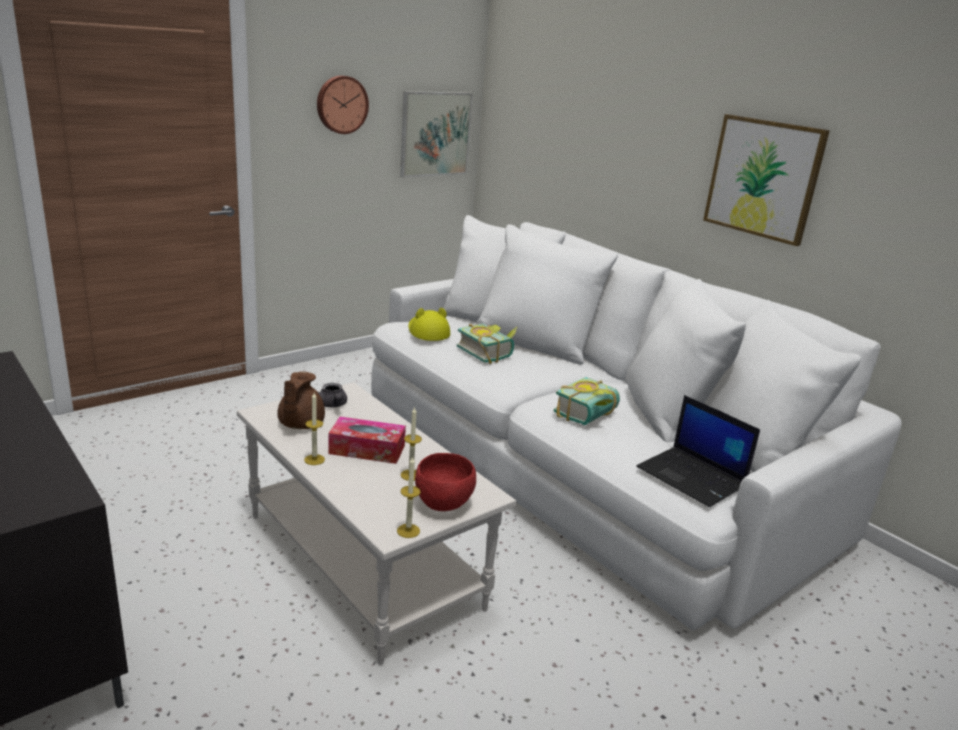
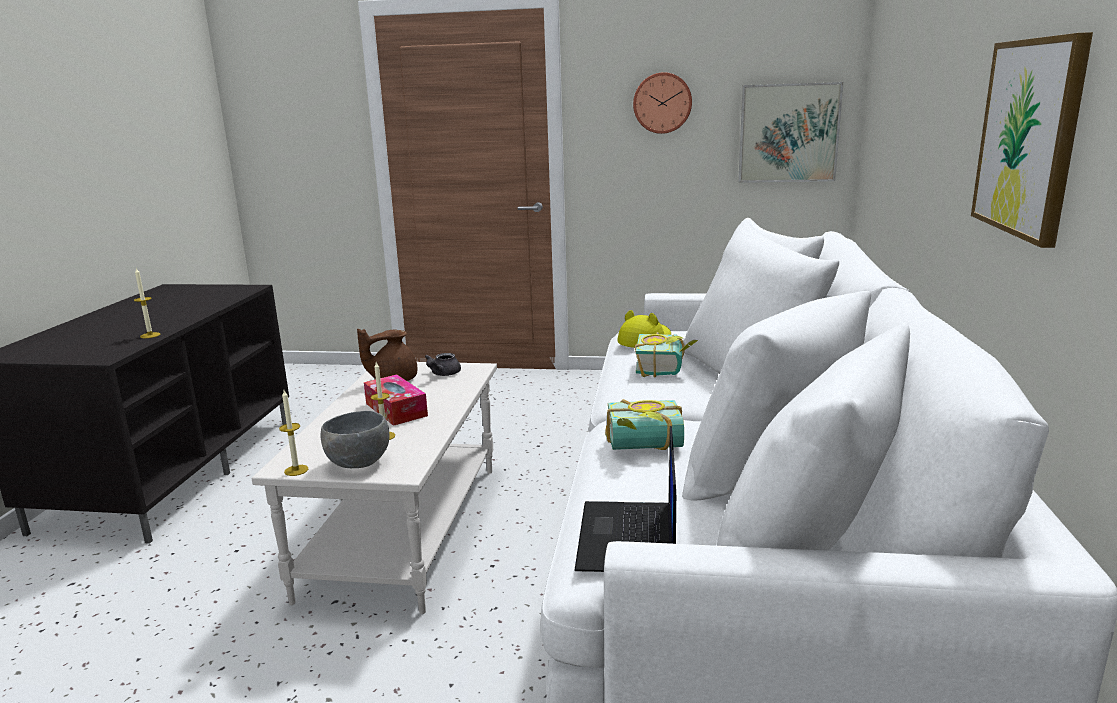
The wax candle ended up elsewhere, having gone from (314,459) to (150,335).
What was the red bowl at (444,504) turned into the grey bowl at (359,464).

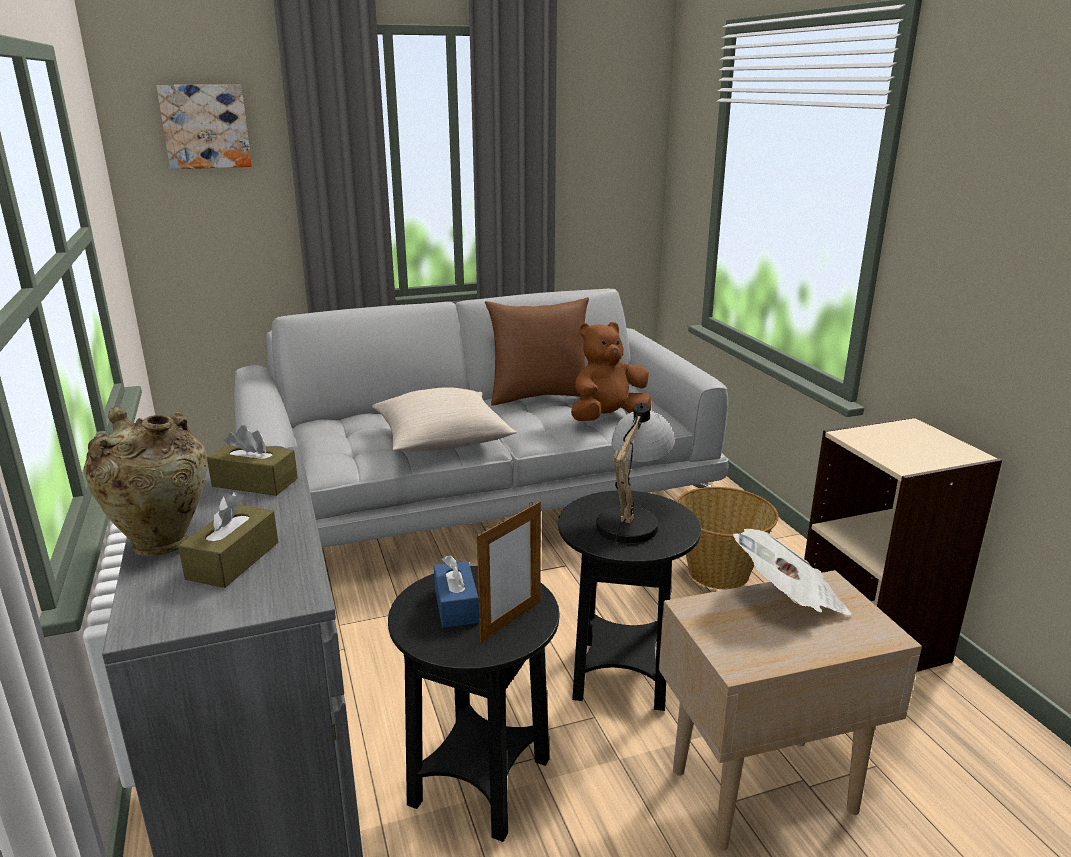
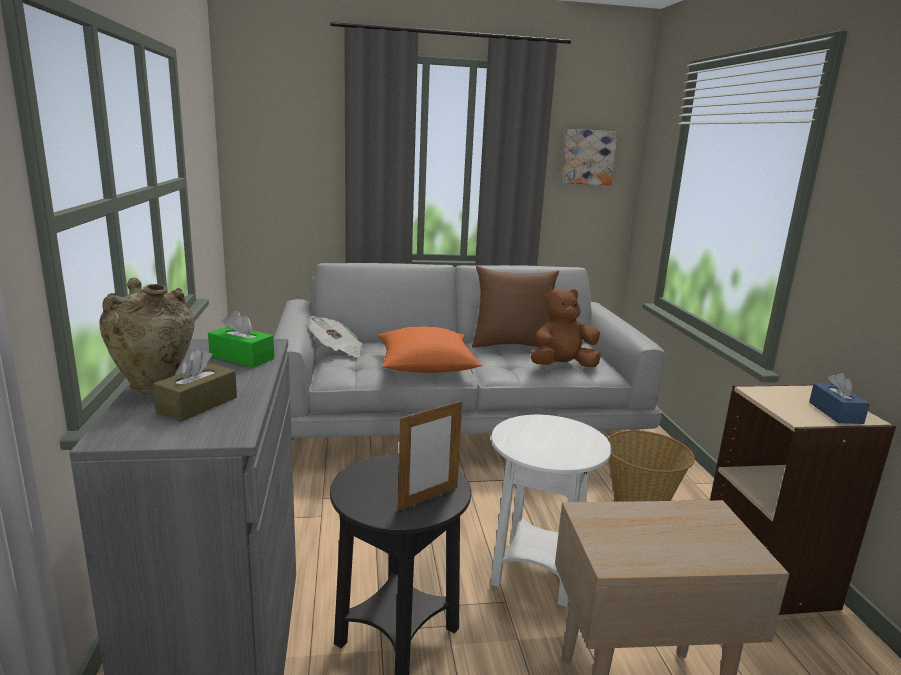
The picture ended up elsewhere, having gone from (205,126) to (587,157).
What was the beige throw pillow at (442,439) turned into the orangey throw pillow at (426,366).
The second view lost the lamp for a table at (631,519).
What was the brownish tissue holder at (255,482) turned into the green tissue holder at (242,357).
What was the blackish side table at (621,674) turned into the white side table at (536,571).
The printed paper ended up elsewhere, having gone from (788,598) to (337,350).
The blue tissue holder ended up elsewhere, having gone from (456,605) to (835,412).

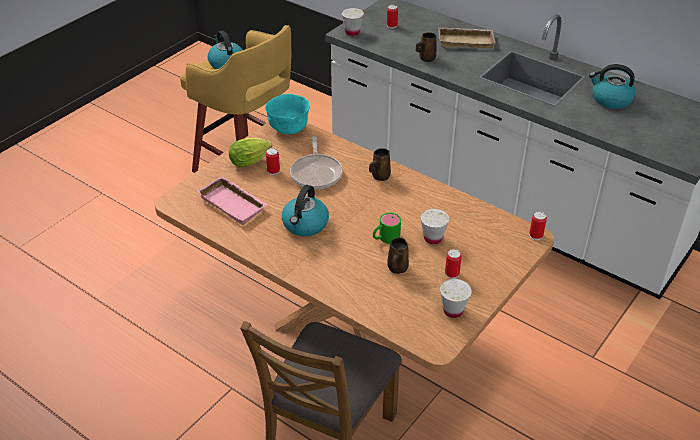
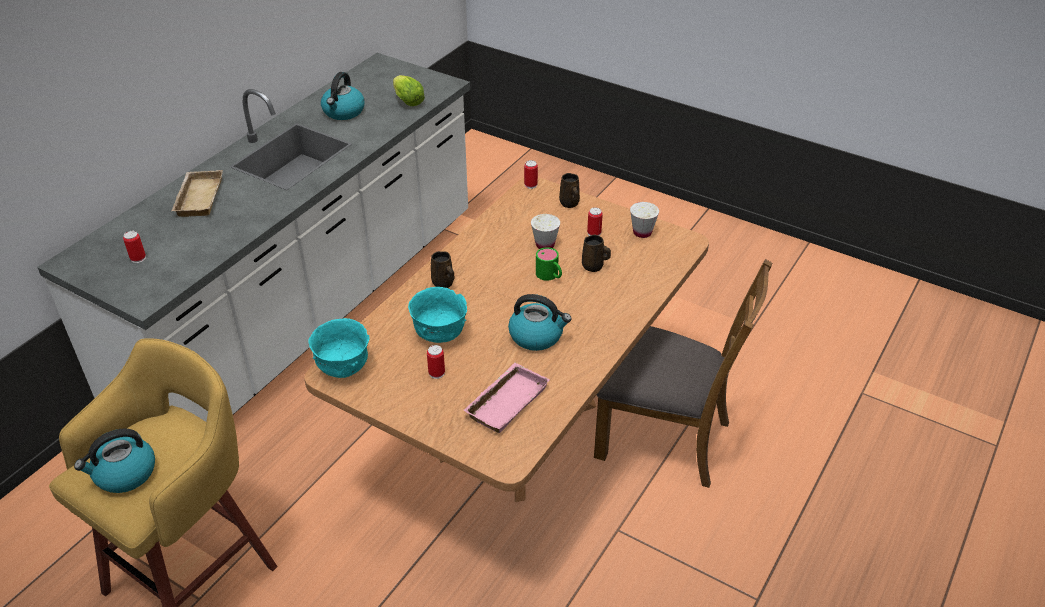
The second view lost the white cup at (352,32).
The brownish mug ended up elsewhere, having gone from (426,58) to (569,204).
Where the frying pan stood at (316,173), the turquoise bowl came to stand at (439,334).
The head of lettuce ended up elsewhere, having gone from (252,161) to (407,100).

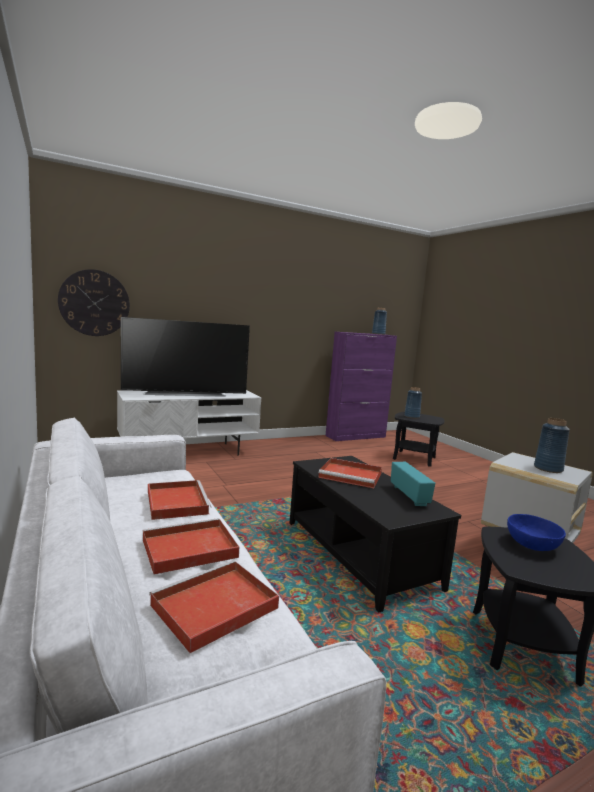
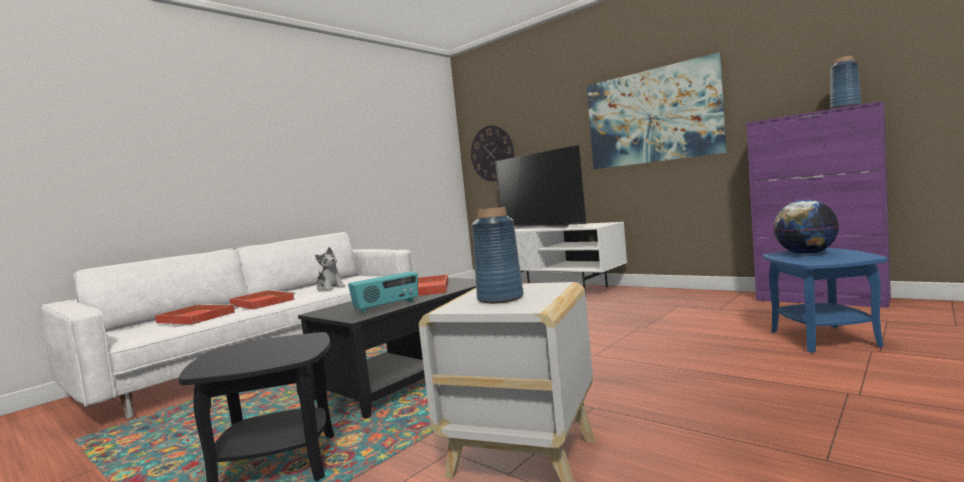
Where the blue decorative vase stood at (411,416), the globe came to stand at (806,254).
What was the blackish side table at (414,458) turned into the blue side table at (823,339).
Where the red serving tray stood at (176,502), the plush toy came to stand at (330,288).
The second view lost the blue bowl at (533,545).
The second view gained the picture at (651,116).

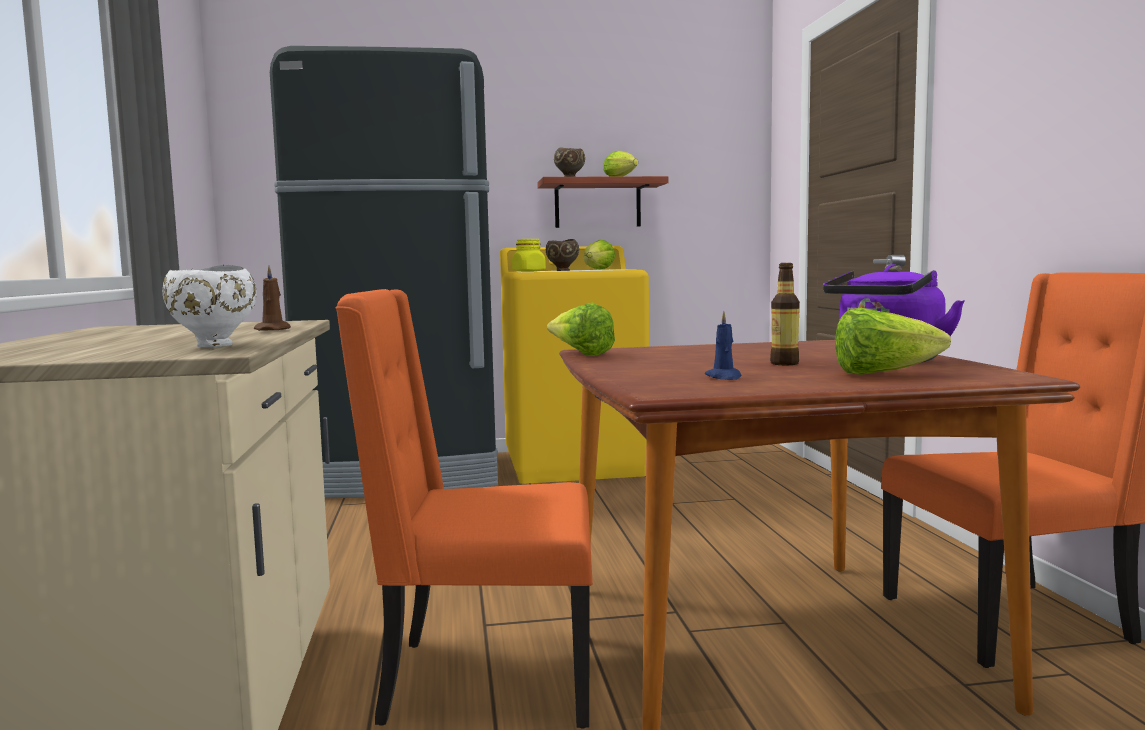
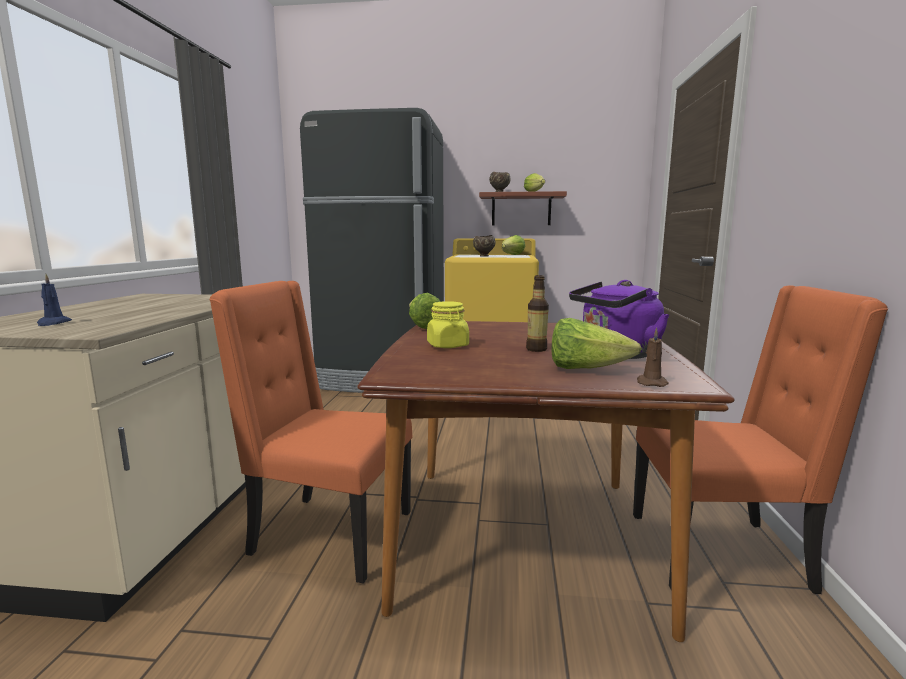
The yellow jar ended up elsewhere, having gone from (529,271) to (448,345).
The second view lost the white bowl at (214,346).
The brownish wax candle ended up elsewhere, having gone from (273,330) to (651,383).
The blue wax candle ended up elsewhere, having gone from (724,377) to (53,323).

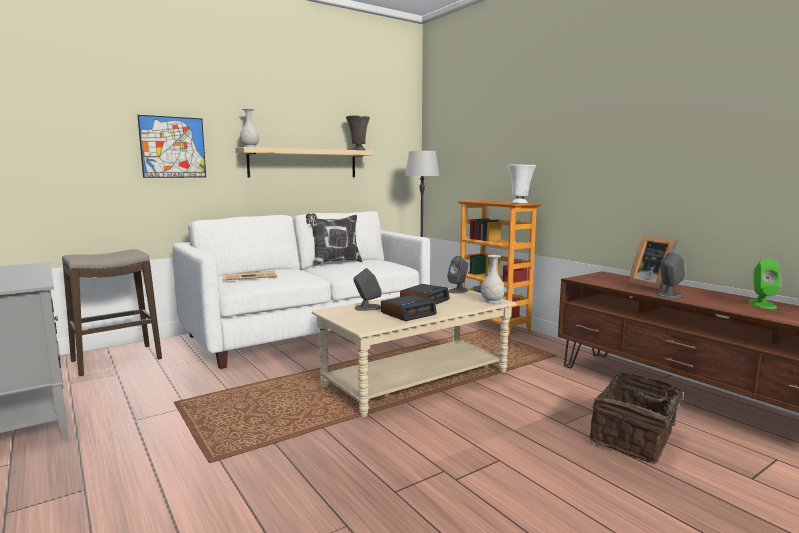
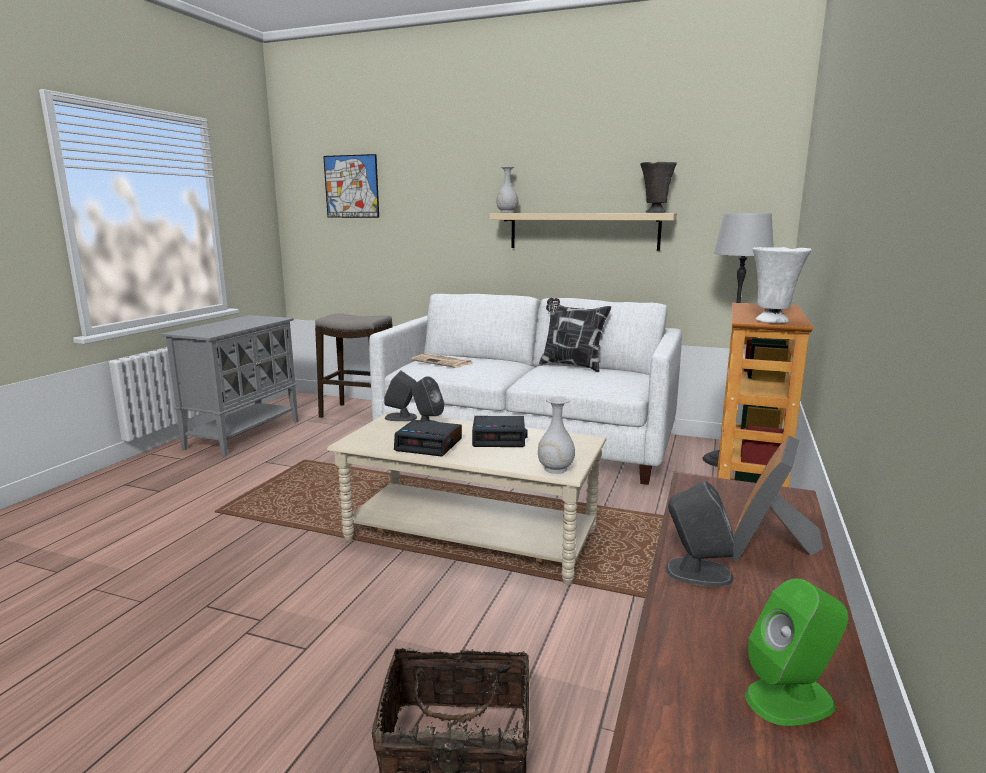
The picture ended up elsewhere, having gone from (173,147) to (351,186).
The grey loudspeaker ended up elsewhere, having gone from (458,290) to (401,417).

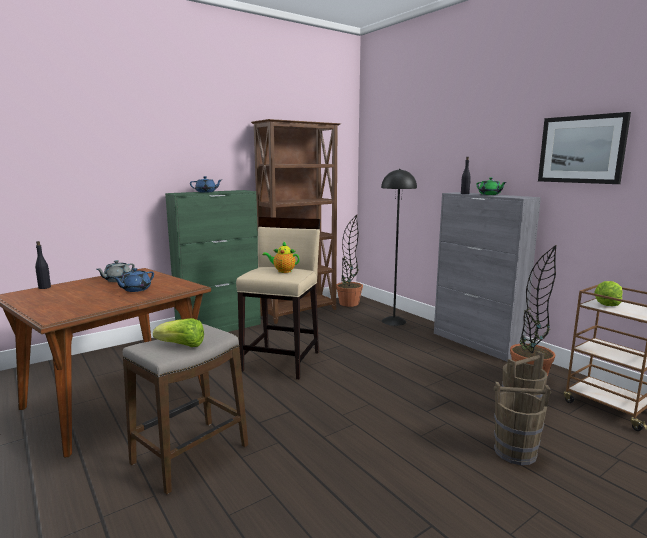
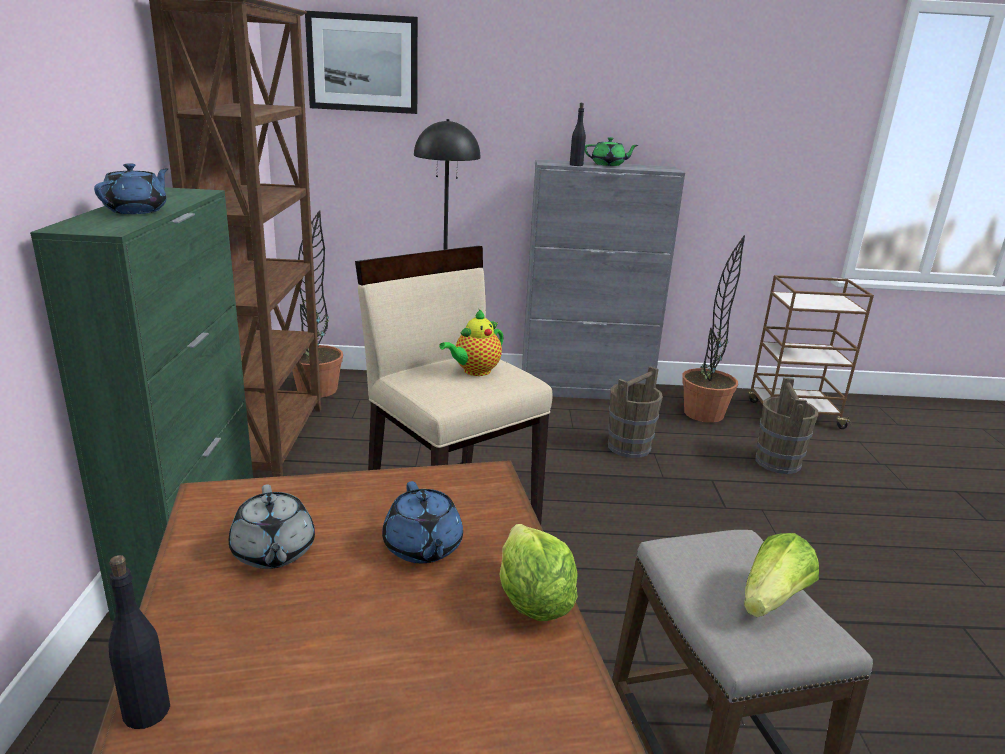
The picture ended up elsewhere, having gone from (581,149) to (363,63).
The head of lettuce ended up elsewhere, having gone from (607,305) to (532,601).
The brownish bucket ended up elsewhere, having gone from (515,452) to (629,447).

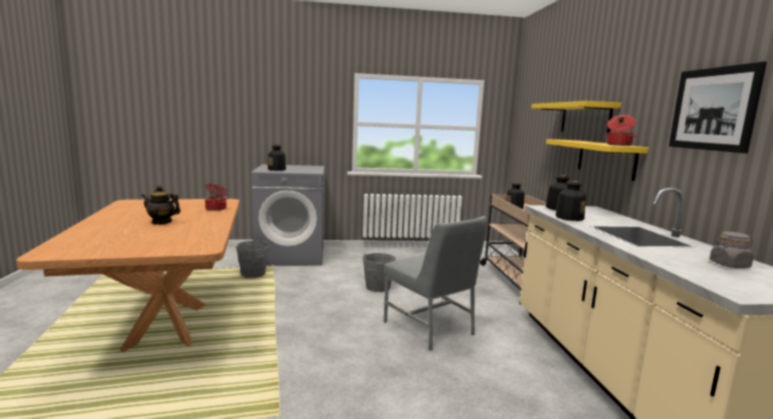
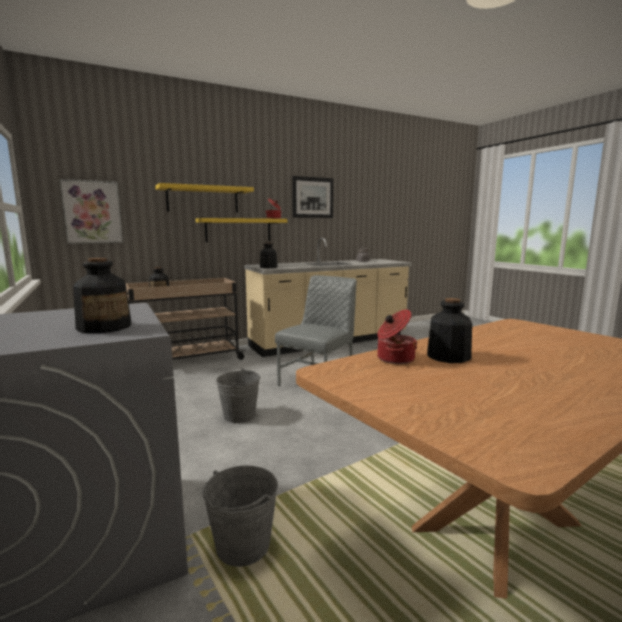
The beverage bottle ended up elsewhere, having gone from (569,218) to (448,357).
The second view lost the tea pot at (161,222).
The second view gained the picture at (92,212).

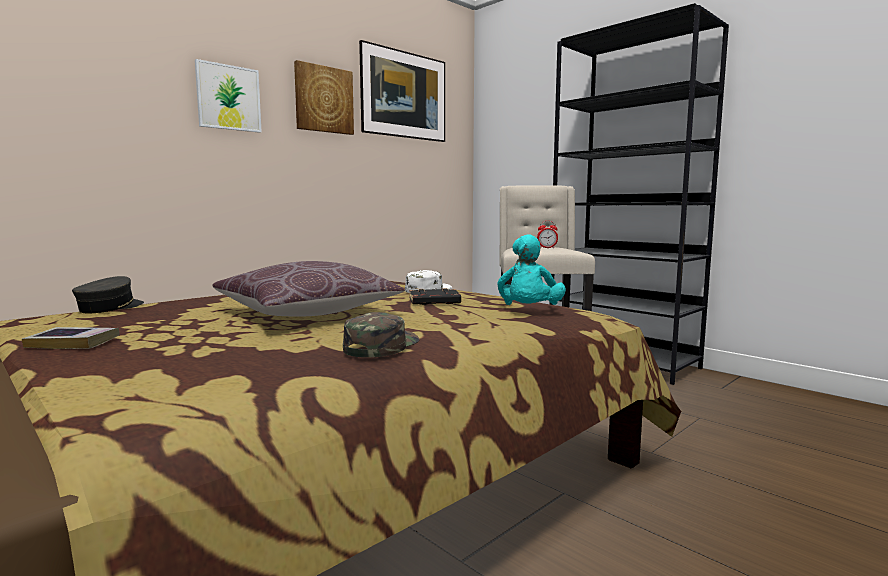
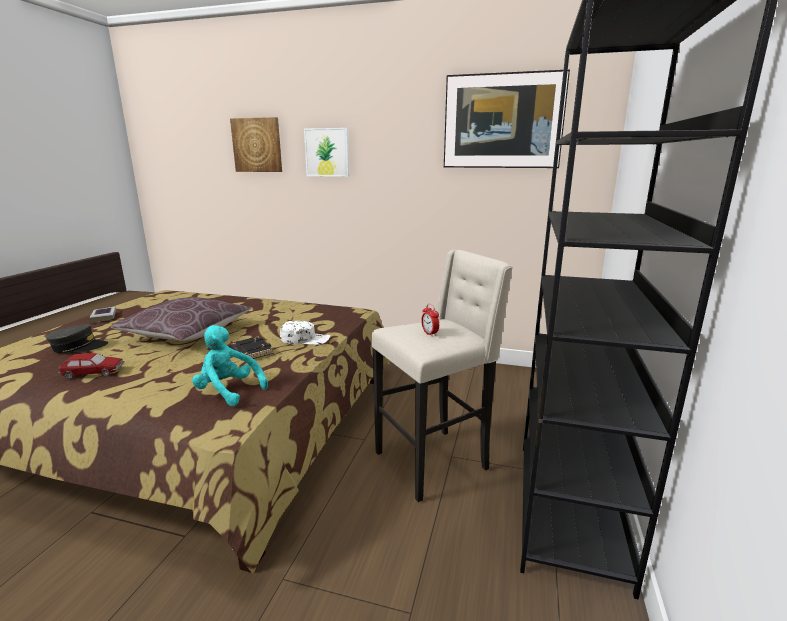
The picture ended up elsewhere, having gone from (323,99) to (257,145).
The turquoise plush toy at (529,312) ended up facing another way, 45 degrees clockwise from before.
The grey peaked cap ended up elsewhere, having gone from (110,308) to (78,347).
Where the green peaked cap stood at (381,346), the miniature car came to stand at (93,372).

